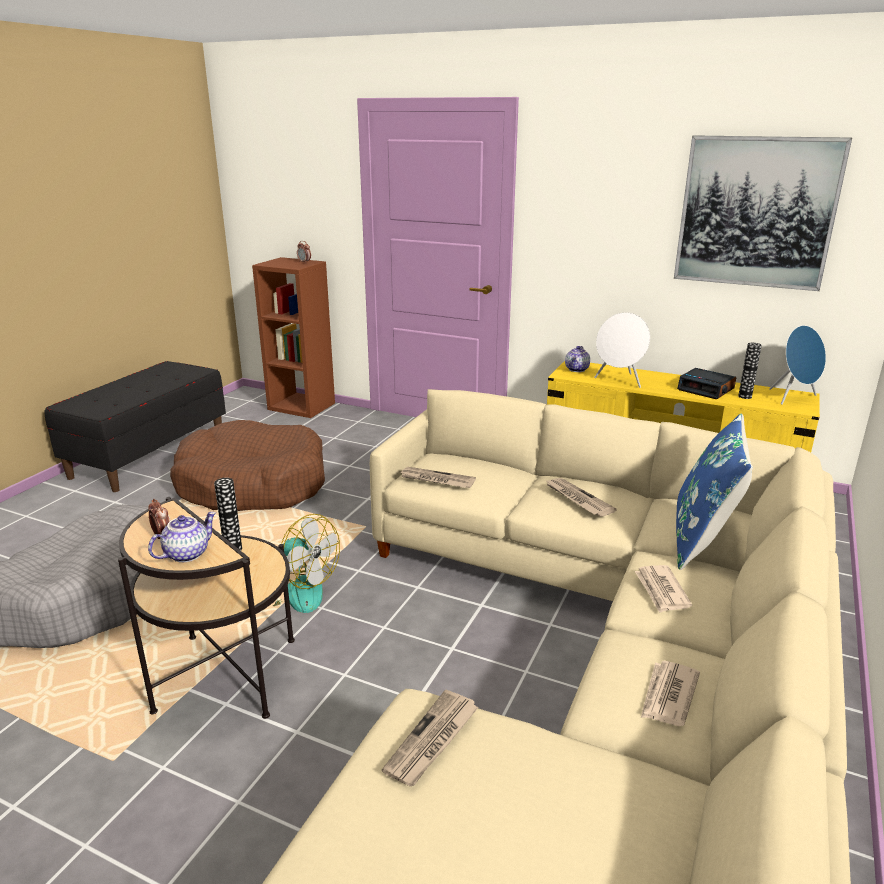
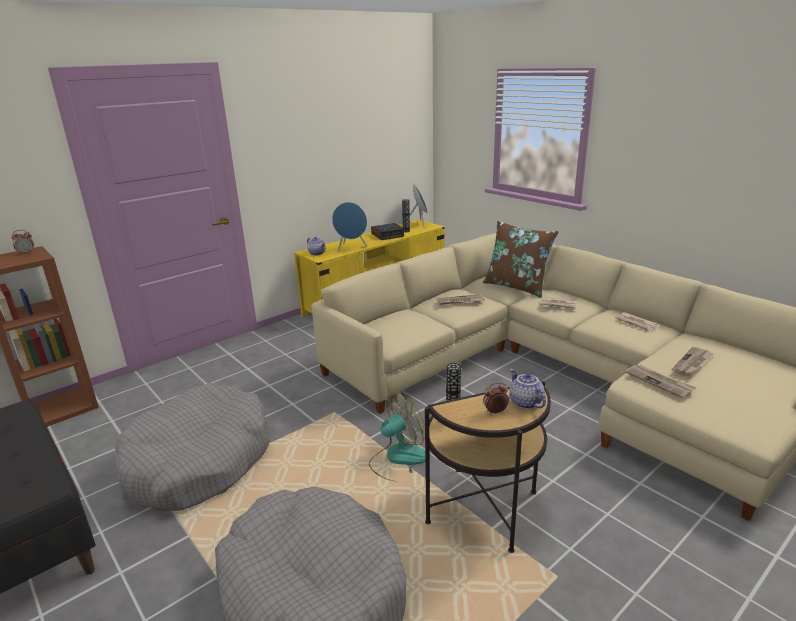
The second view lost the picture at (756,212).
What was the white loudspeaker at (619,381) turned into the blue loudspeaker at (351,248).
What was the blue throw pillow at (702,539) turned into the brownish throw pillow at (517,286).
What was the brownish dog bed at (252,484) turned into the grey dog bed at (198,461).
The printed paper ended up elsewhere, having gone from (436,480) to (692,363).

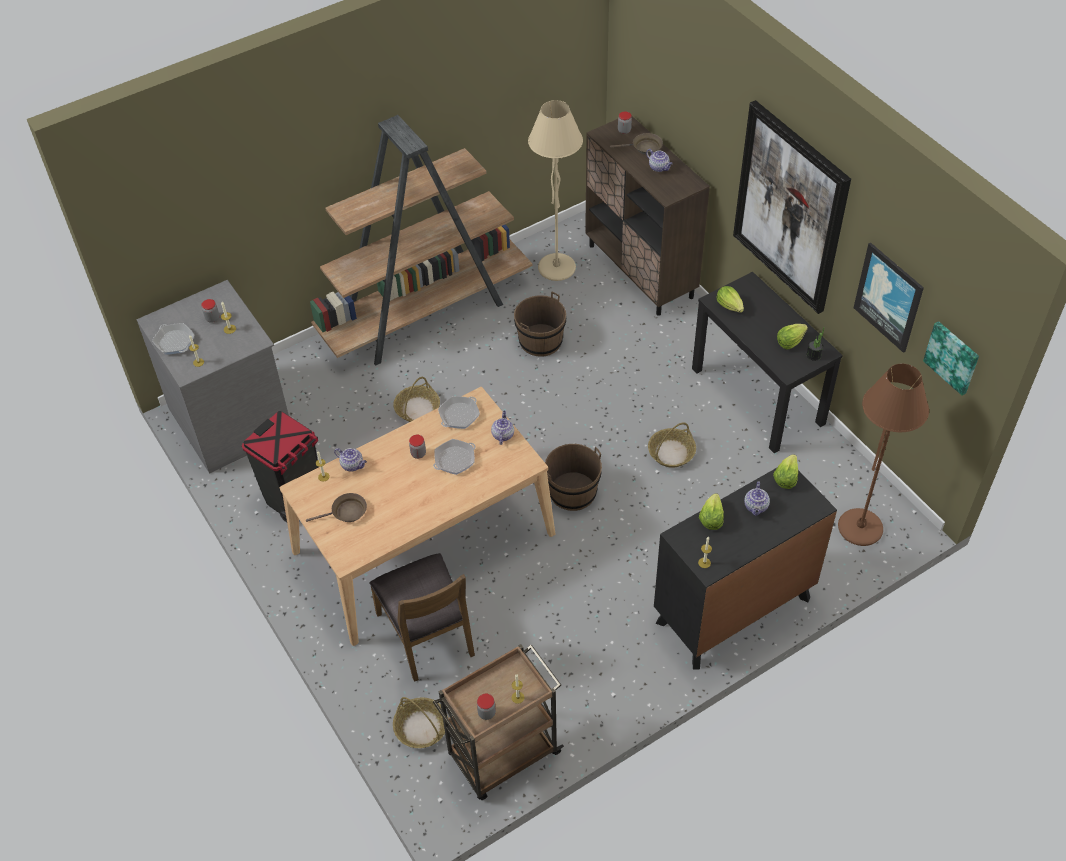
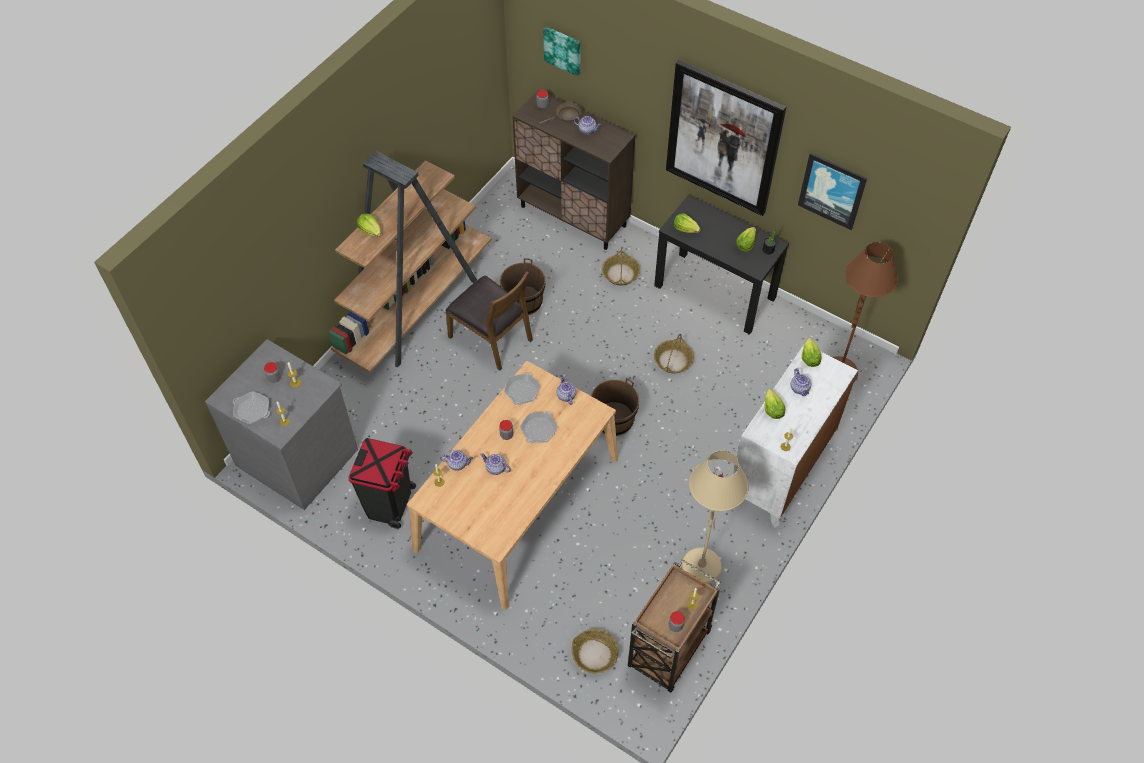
The beige standing lamp ended up elsewhere, having gone from (557,268) to (701,566).
The picture ended up elsewhere, having gone from (952,357) to (563,50).
The storage basket ended up elsewhere, having gone from (417,409) to (620,274).
What was the blackish drawer chest at (733,610) turned into the white drawer chest at (780,470).
The second view lost the brownish frying pan at (346,512).
The brownish chair ended up elsewhere, having gone from (427,633) to (492,337).
The second view gained the head of lettuce at (371,230).
The second view gained the tea pot at (496,468).

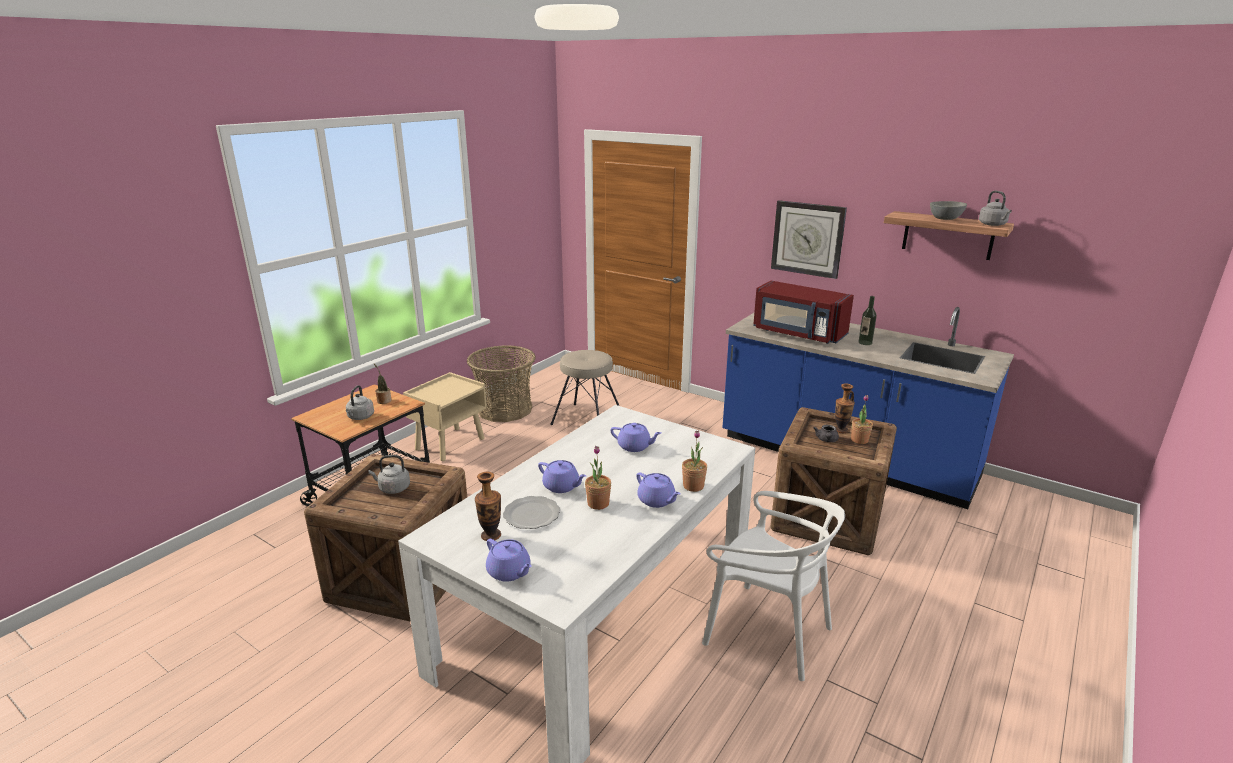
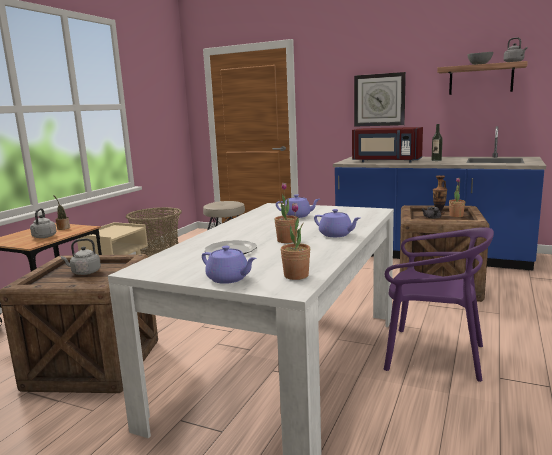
The houseplant ended up elsewhere, having gone from (693,486) to (296,276).
The second view lost the purple-coloured tea pot at (562,486).
The second view lost the decorative vase at (491,535).
What was the white chair at (767,632) turned into the purple-coloured chair at (433,355).

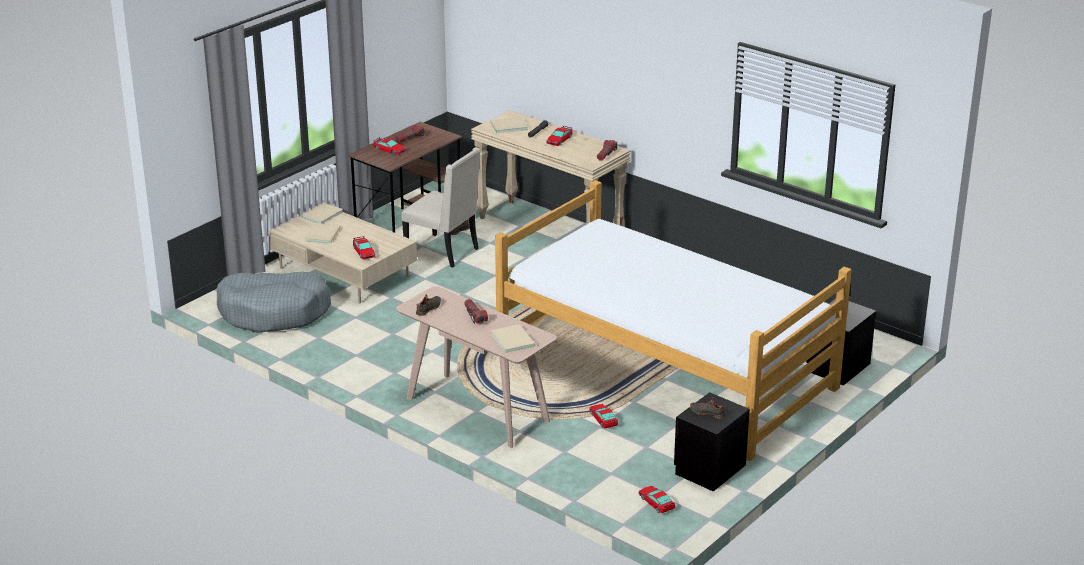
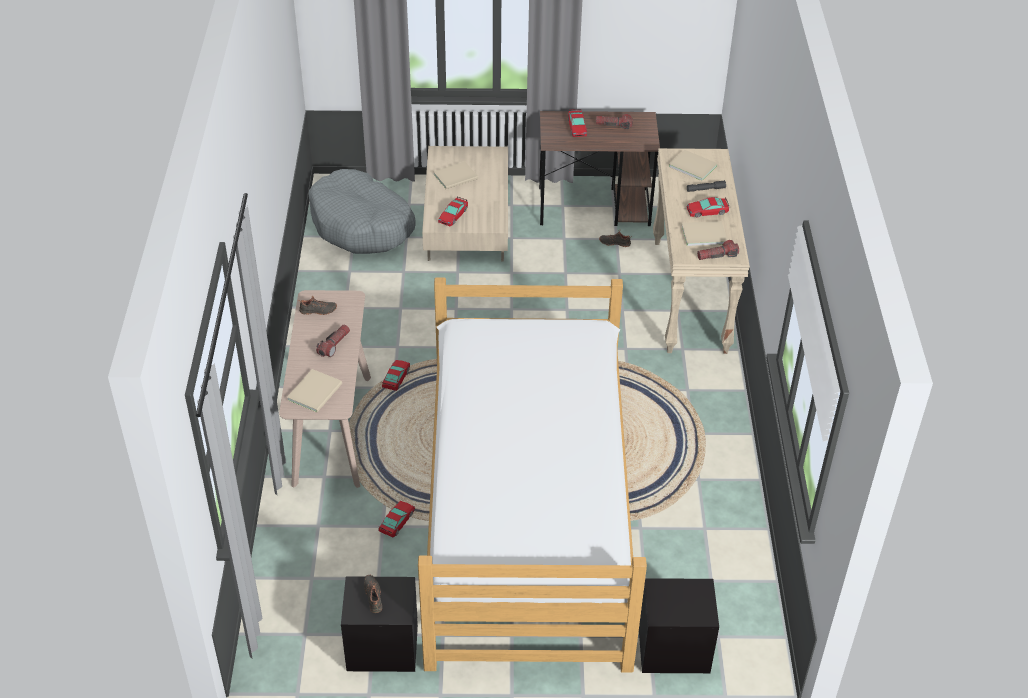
The second view lost the beige chair at (444,252).
The beige book ended up elsewhere, having gone from (321,215) to (702,234).
The miniature car ended up elsewhere, having gone from (657,503) to (396,378).

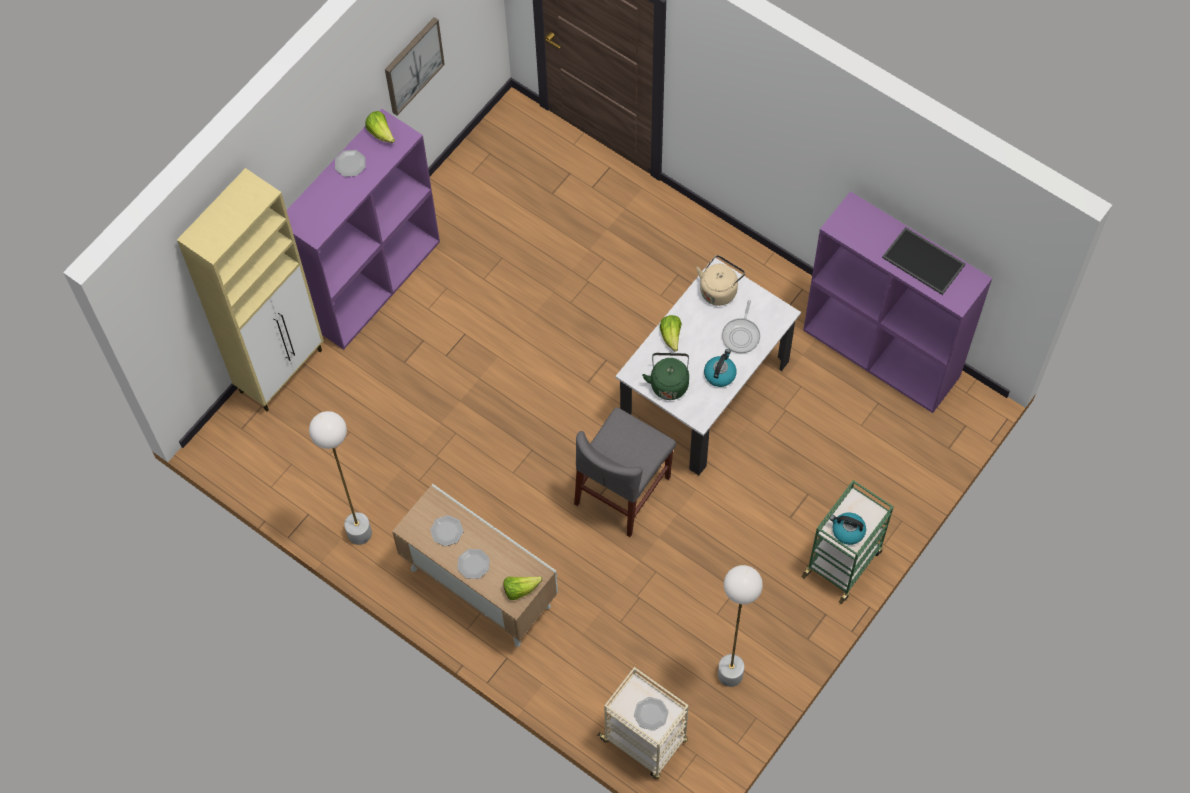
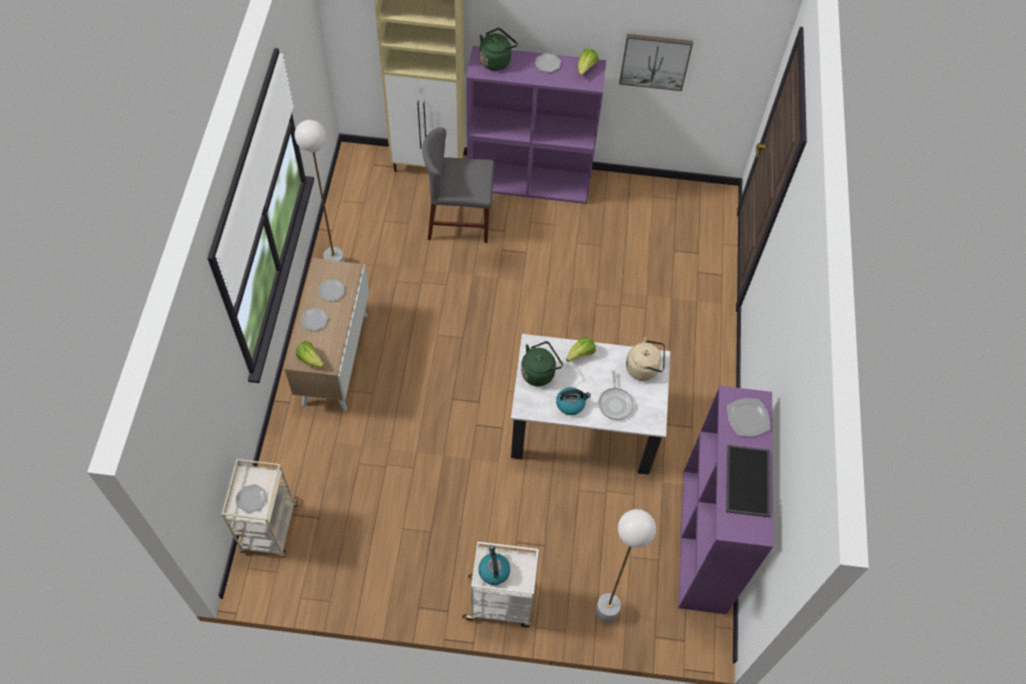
The frying pan at (741,335) ended up facing another way, 75 degrees counterclockwise from before.
The grey chair ended up elsewhere, having gone from (623,490) to (459,221).
What was the green cart at (843,562) turned into the white cart at (501,602).
The white standing lamp ended up elsewhere, having gone from (730,674) to (606,611).
The second view gained the green water kettle at (496,60).
The second view gained the flat dish at (747,418).

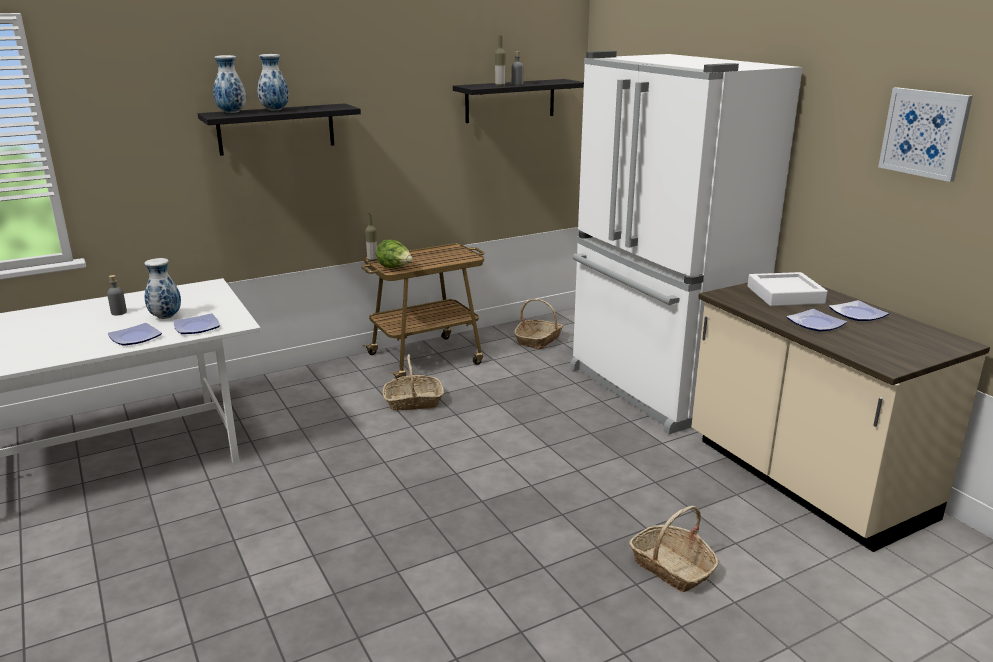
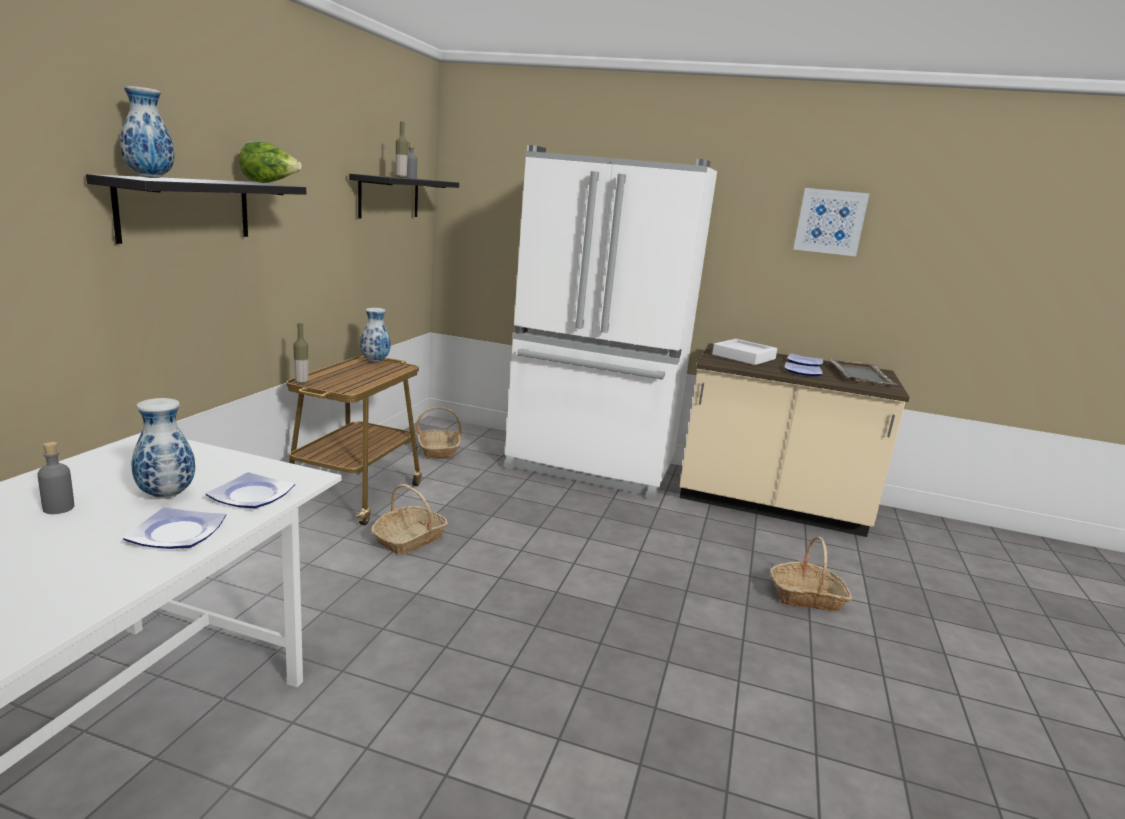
The decorative vase ended up elsewhere, having gone from (274,110) to (375,360).
The head of lettuce ended up elsewhere, having gone from (395,268) to (269,183).
The second view gained the grey serving tray at (860,374).

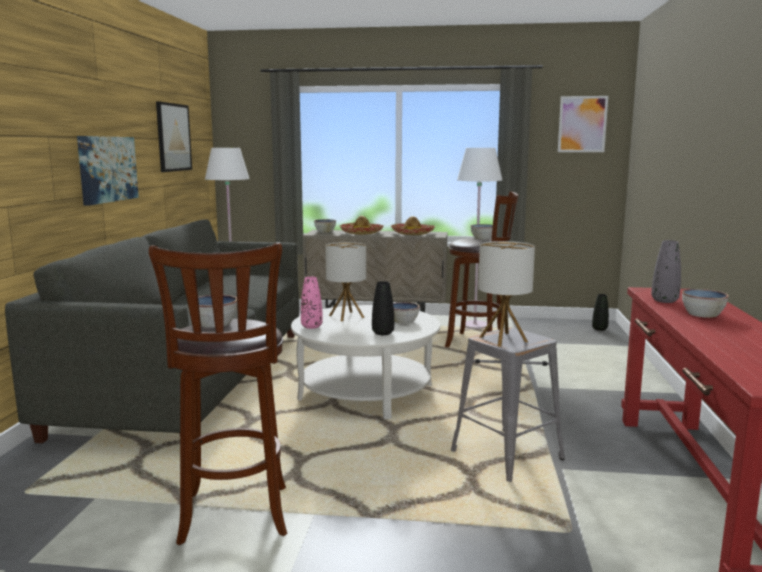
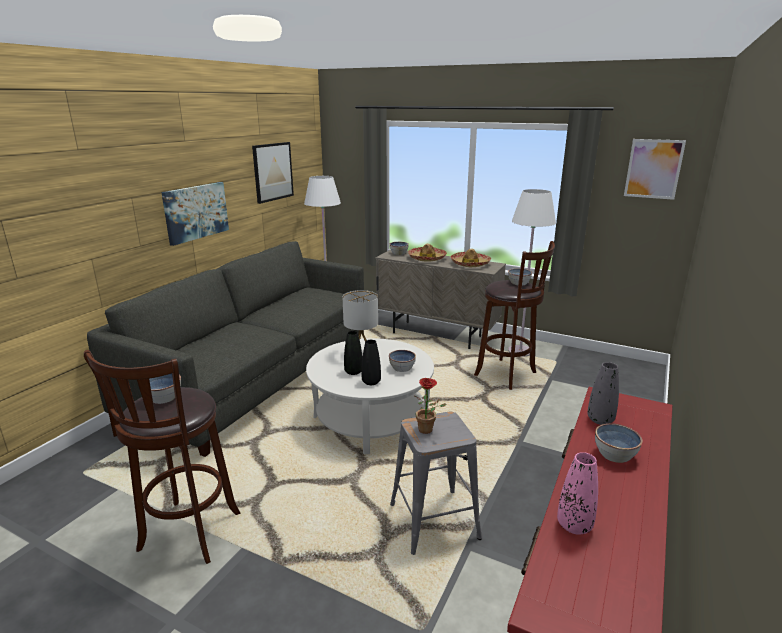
Where the lamp for a table stood at (503,339), the houseplant came to stand at (428,430).
The pink decorative vase ended up elsewhere, having gone from (311,326) to (574,525).
The blackish decorative vase ended up elsewhere, having gone from (599,329) to (353,372).

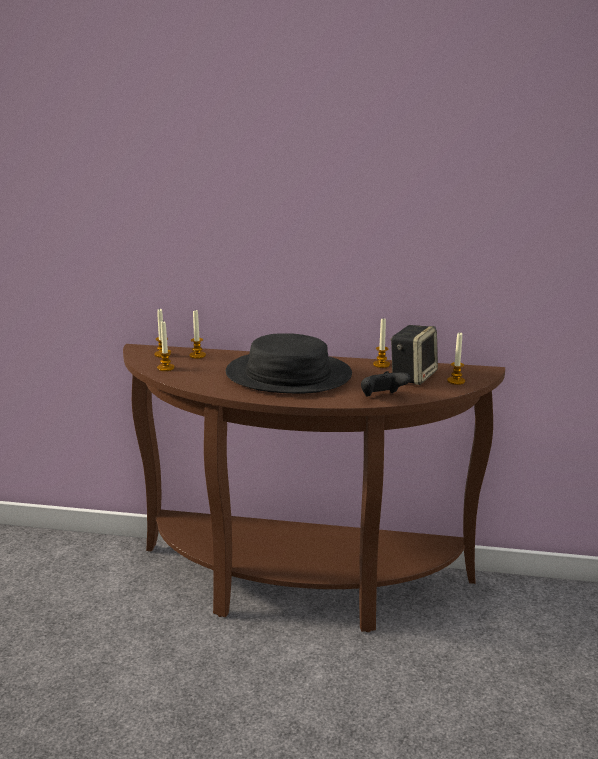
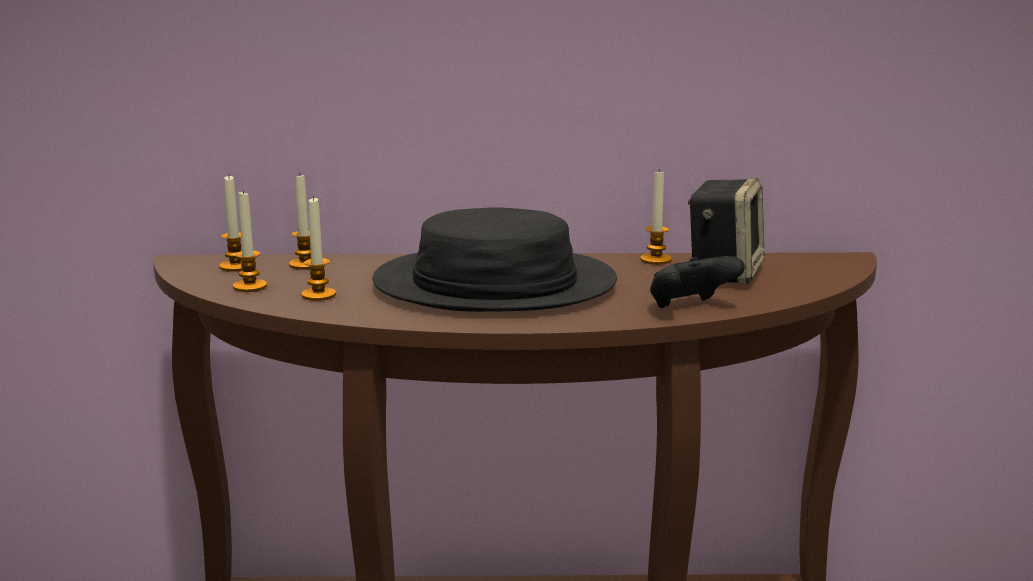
The wax candle ended up elsewhere, having gone from (456,381) to (318,295).

